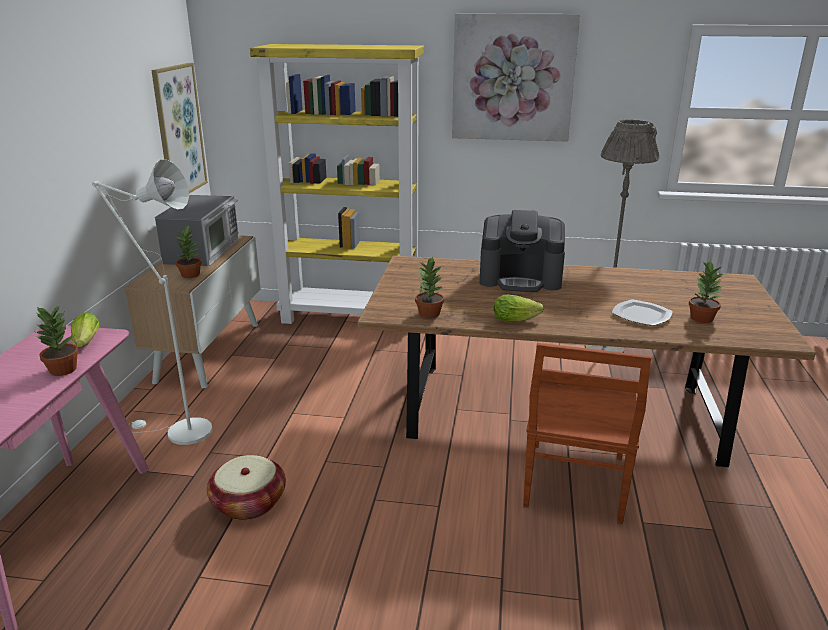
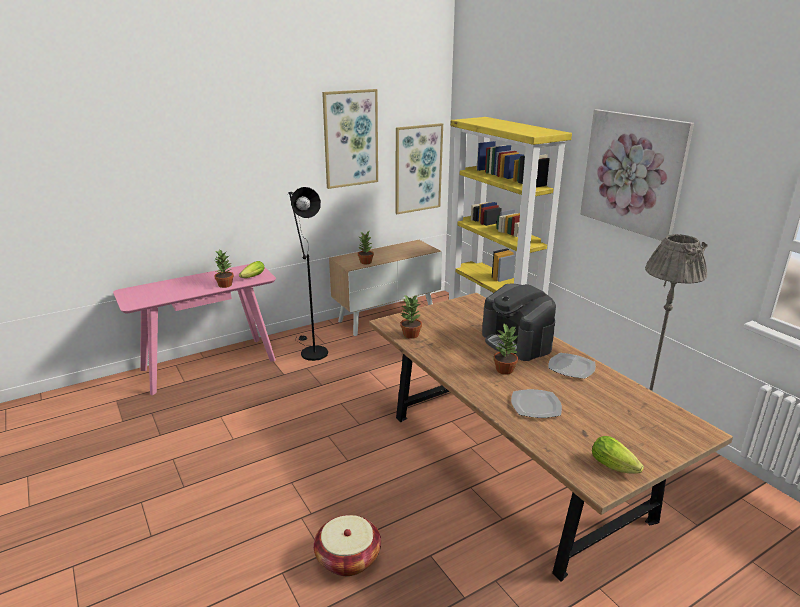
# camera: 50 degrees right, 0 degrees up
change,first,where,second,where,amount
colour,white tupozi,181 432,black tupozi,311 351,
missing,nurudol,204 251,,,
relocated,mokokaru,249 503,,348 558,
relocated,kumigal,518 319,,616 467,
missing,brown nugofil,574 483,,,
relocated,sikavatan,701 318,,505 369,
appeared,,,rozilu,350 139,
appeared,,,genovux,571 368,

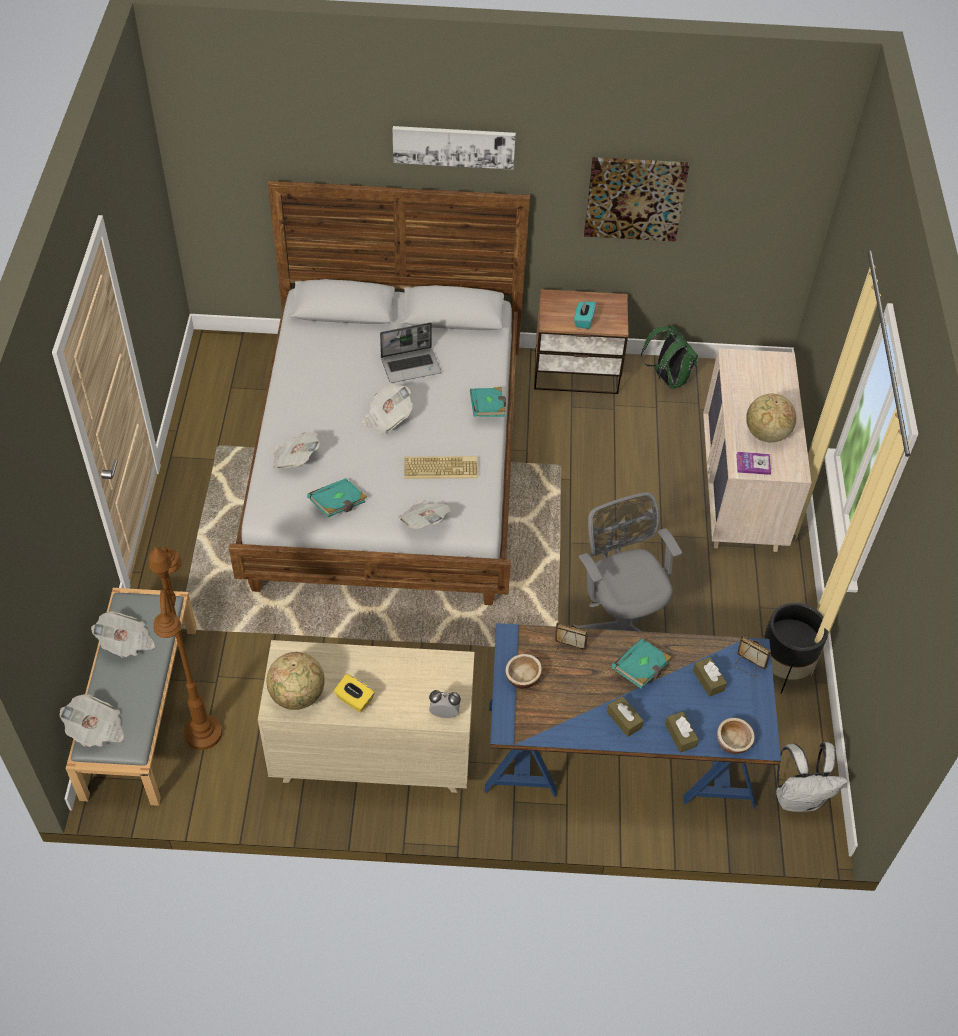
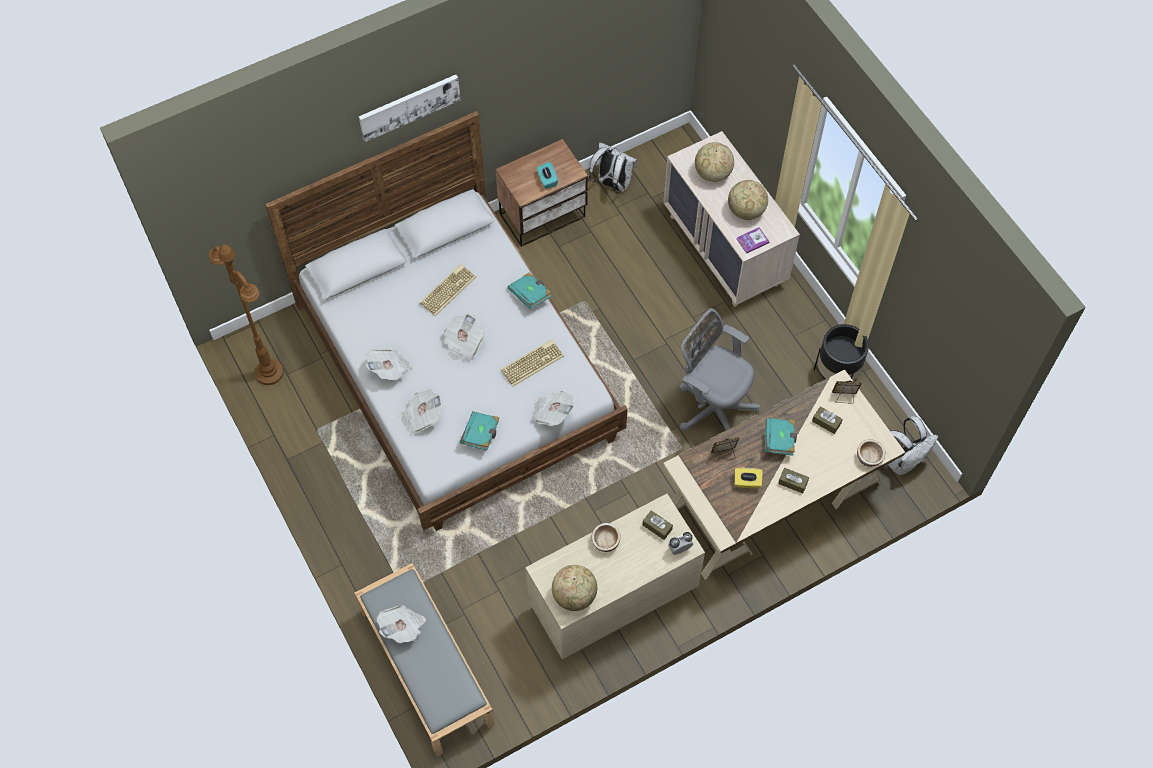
# camera: 30 degrees left, 10 degrees up
change,first,where,second,where,amount
relocated,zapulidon,96 730,,390 369,
relocated,brown tupozi,203 733,,269 373,
relocated,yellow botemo,354 700,,747 482,
exchanged,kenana,411 365,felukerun,447 289,
colour,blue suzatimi,619 755,beige suzatimi,773 500,
relocated,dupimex,523 678,,606 541,
missing,rozilu,635 198,,,
colour,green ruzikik,667 379,white ruzikik,612 184,
relocated,brown botemo,680 735,,657 527,
appeared,,,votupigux,712 173,

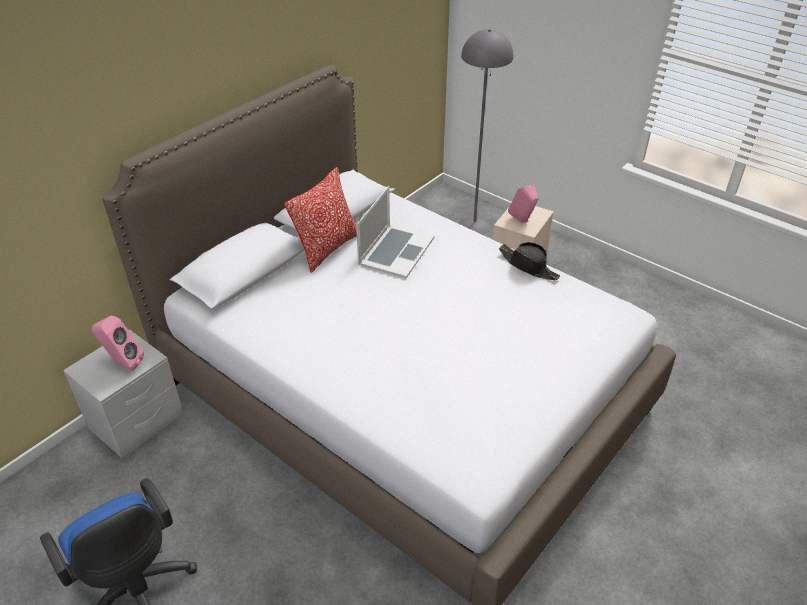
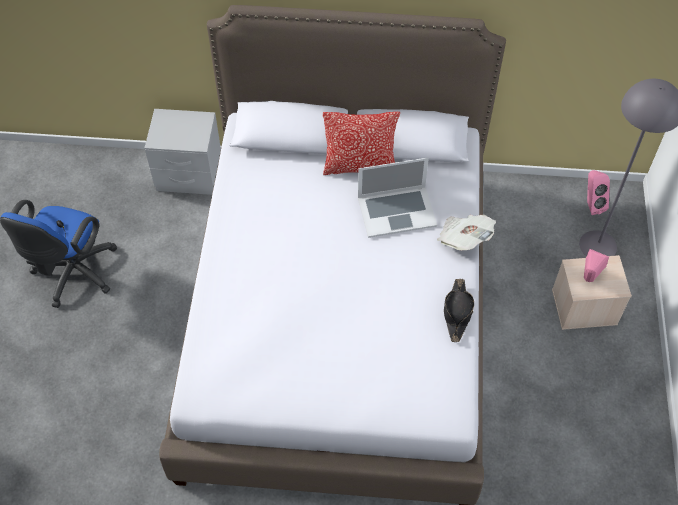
# camera: 55 degrees right, 15 degrees up
change,first,where,second,where,amount
relocated,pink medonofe,123 363,,591 205,
appeared,,,zapulidon,464 239,

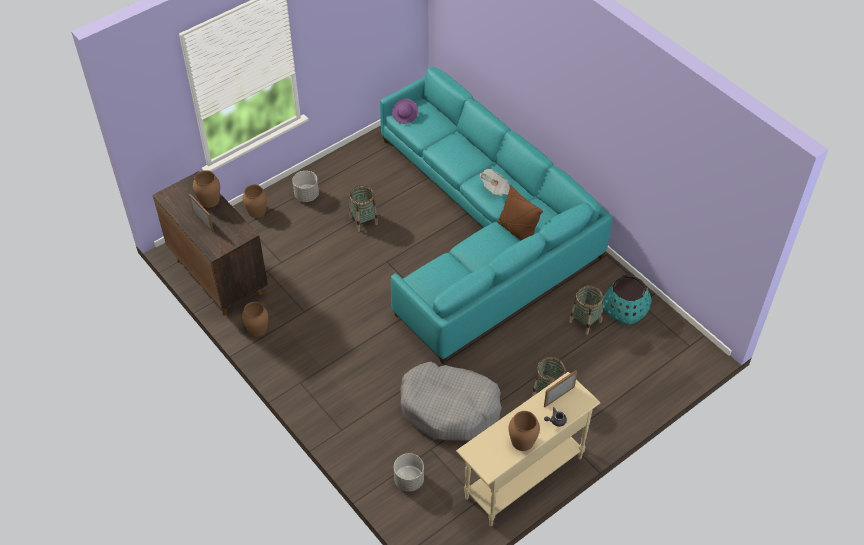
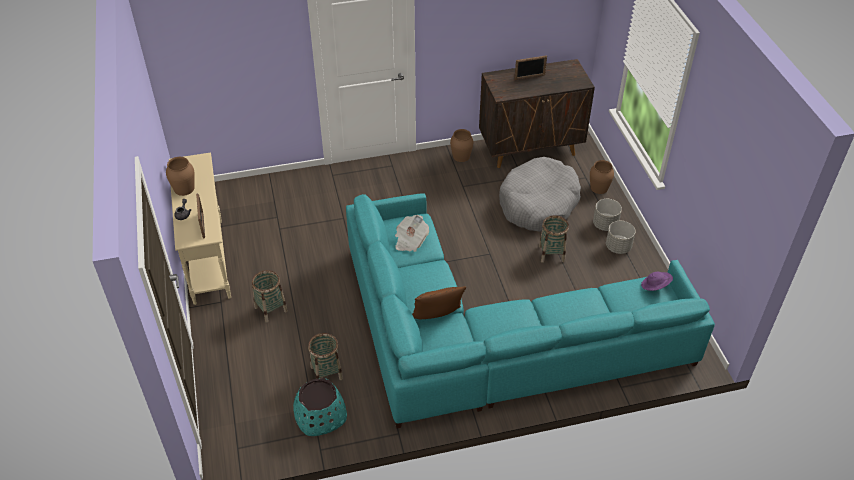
# camera: 115 degrees right, 5 degrees down
change,first,where,second,where,amount
missing,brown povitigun,209 200,,,
relocated,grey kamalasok,409 480,,618 247,
relocated,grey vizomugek,449 408,,538 203,
relocated,zapulidon,496 189,,410 240,

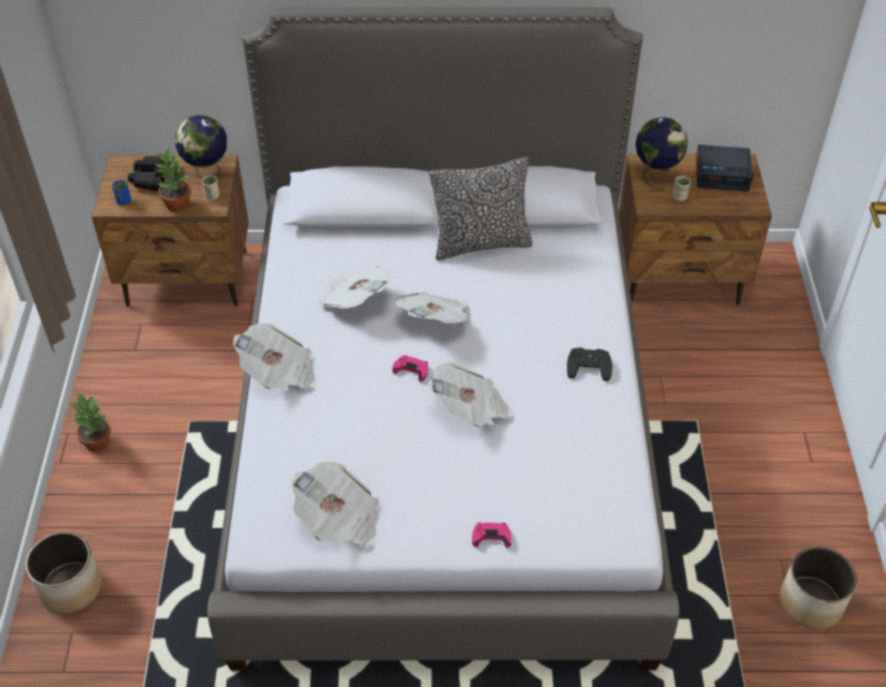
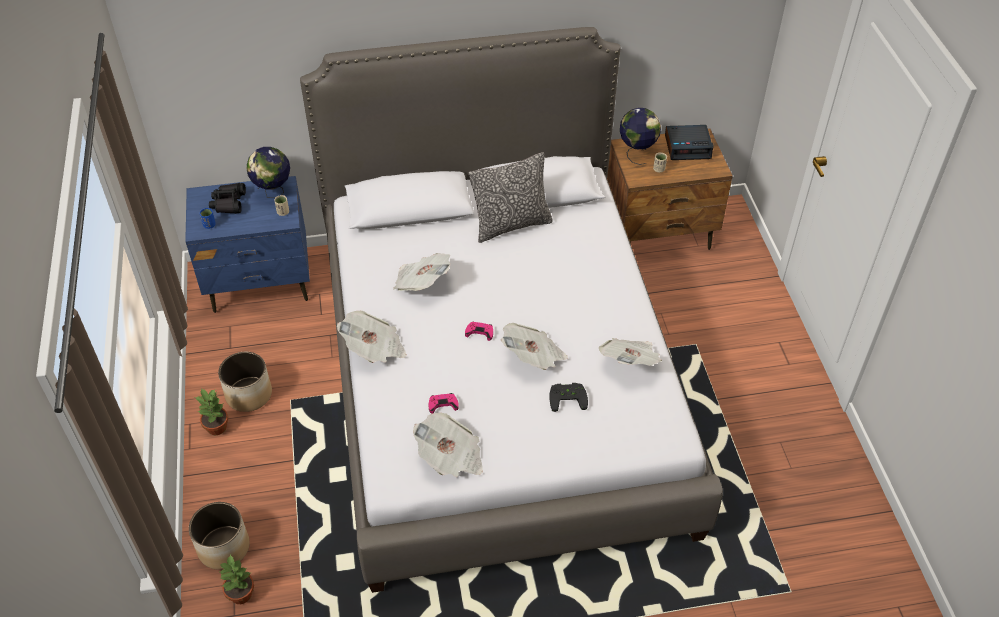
# camera: 10 degrees left, 0 degrees up
change,first,where,second,where,amount
colour,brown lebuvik,188 278,blue lebuvik,260 283,
relocated,sikavatan,177 203,,240 593,
relocated,zapulidon,435 321,,630 362,
relocated,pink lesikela,491 536,,443 404,
relocated,black lesikela,589 364,,567 397,
relocated,kamalasok,811 603,,249 395,

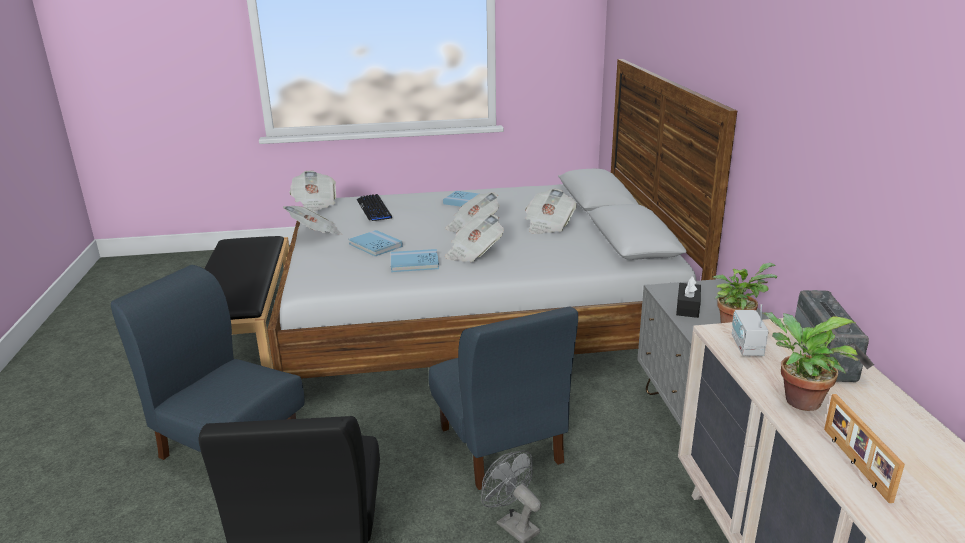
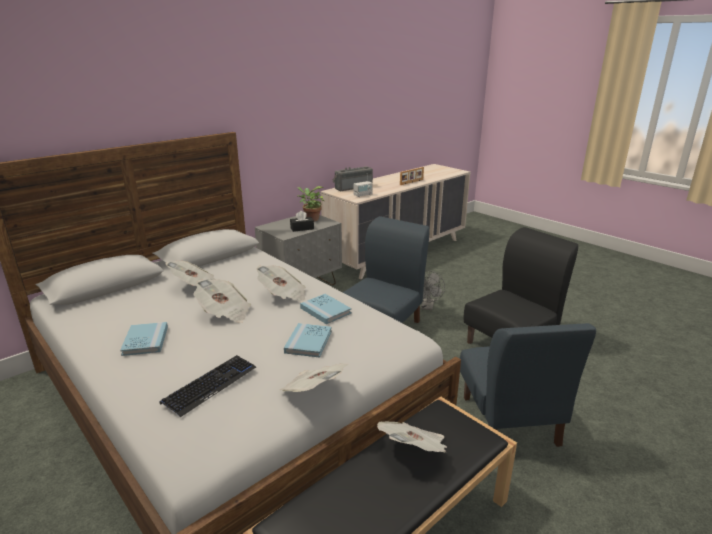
# camera: 125 degrees left, 0 degrees up
change,first,where,second,where,amount
relocated,zapulidon,314 204,,414 450,
missing,sikavatan,797 401,,,

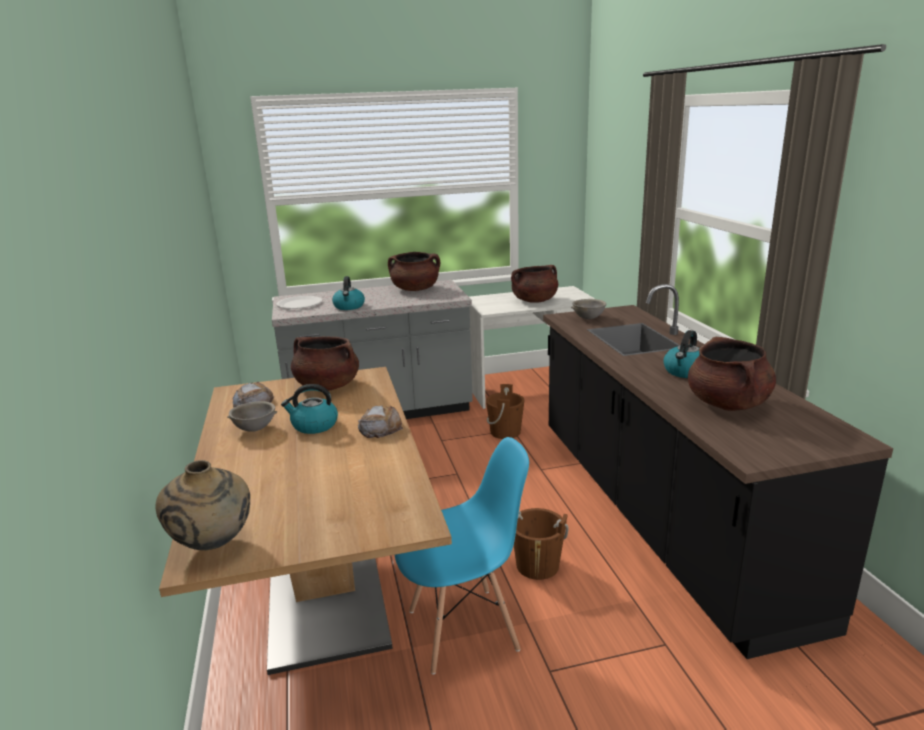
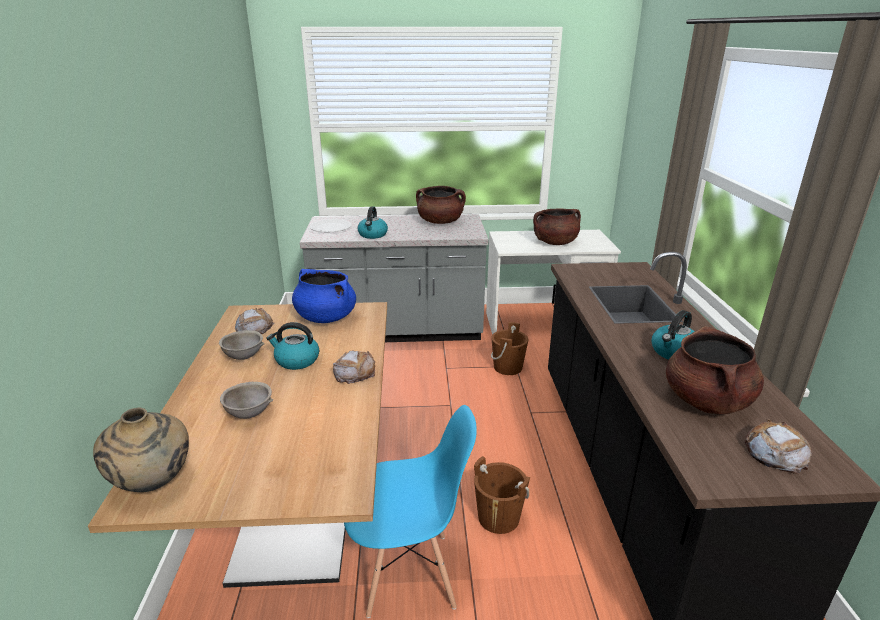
# camera: 10 degrees right, 5 degrees up
change,first,where,second,where,amount
colour,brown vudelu,327 386,blue vudelu,325 317,
relocated,grey dupimex,588 318,,249 413,
appeared,,,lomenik,775 452,

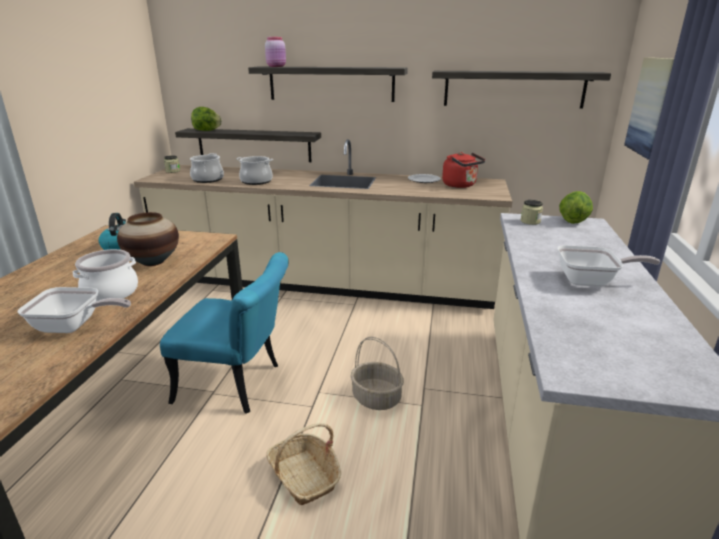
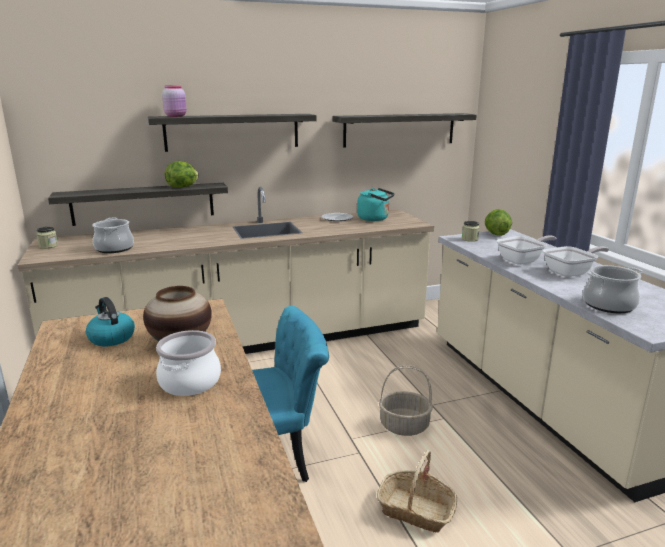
# camera: 30 degrees left, 5 degrees down
change,first,where,second,where,amount
relocated,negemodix,74 326,,523 260,
relocated,kumigal,207 130,,183 187,
relocated,vudelu,256 181,,608 305,
colour,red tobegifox,461 185,turquoise tobegifox,375 219,
missing,rozilu,652 106,,,

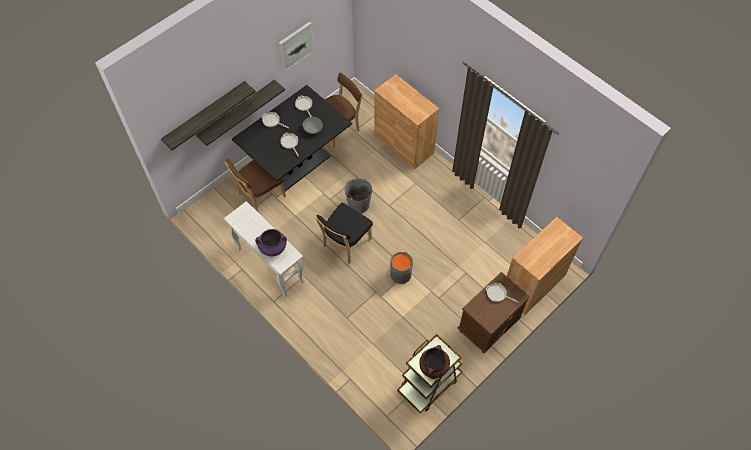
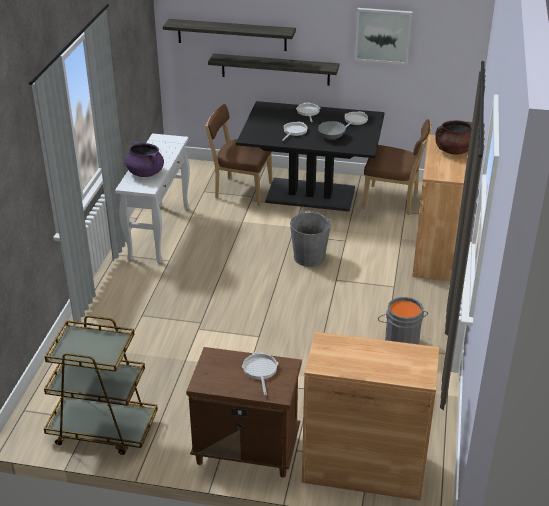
# camera: 55 degrees right, 25 degrees down
change,first,where,second,where,amount
missing,black nugofil,345 244,,,
relocated,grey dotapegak,399 274,,401 341,
relocated,brown vudelu,434 366,,453 151,

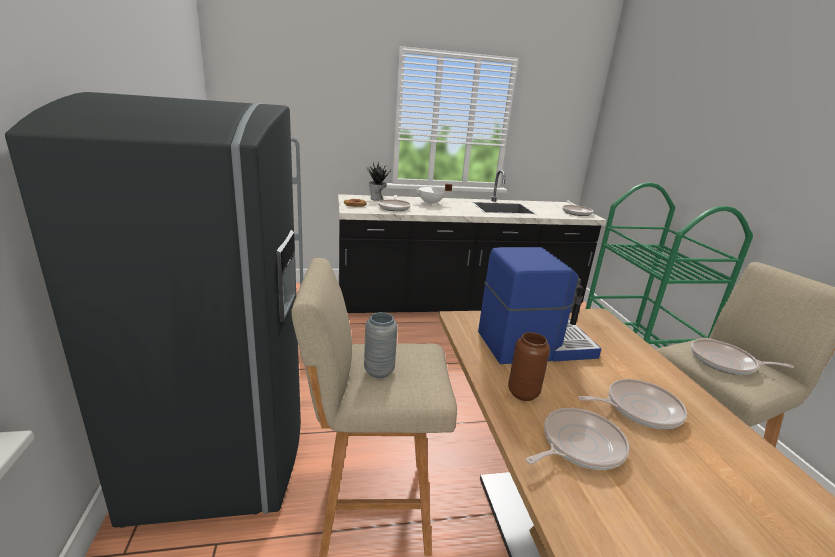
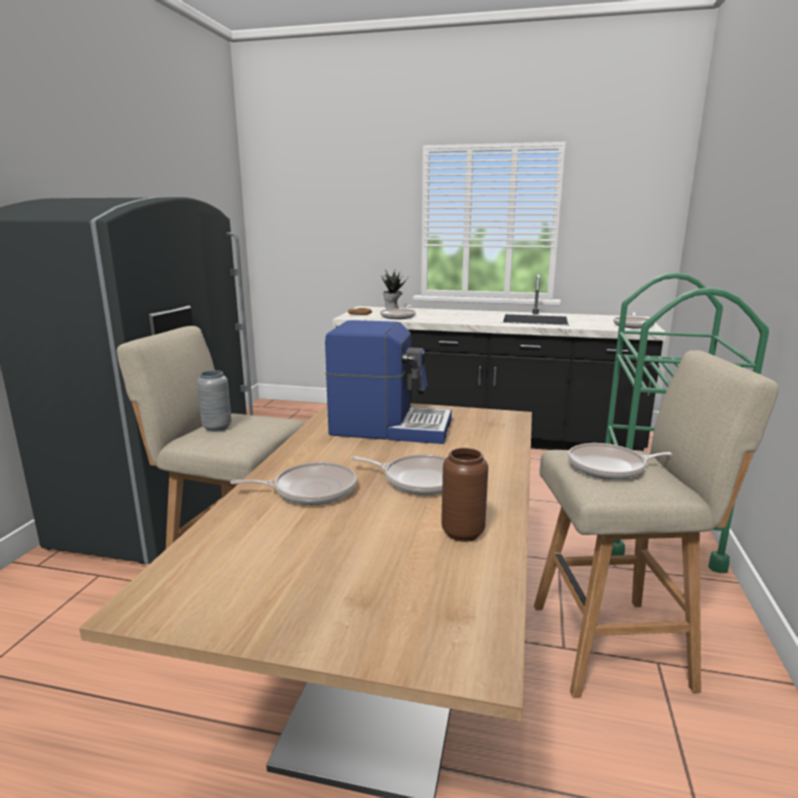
# camera: 25 degrees right, 5 degrees down
change,first,where,second,where,amount
missing,white vudelu,431 203,,,
relocated,brown povitigun,523 393,,462 533,
spun,negemodix,725 362,,610 467,45 degrees counterclockwise

